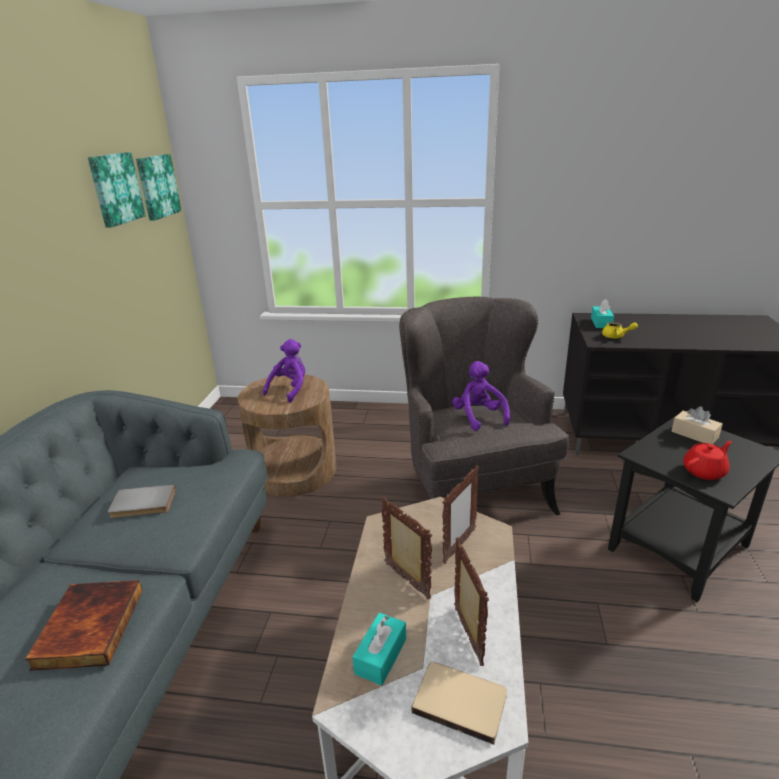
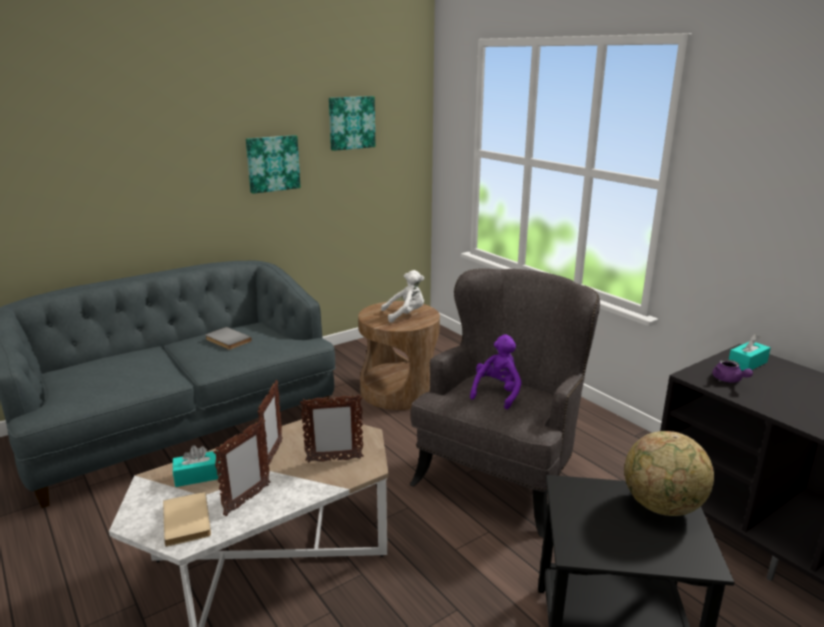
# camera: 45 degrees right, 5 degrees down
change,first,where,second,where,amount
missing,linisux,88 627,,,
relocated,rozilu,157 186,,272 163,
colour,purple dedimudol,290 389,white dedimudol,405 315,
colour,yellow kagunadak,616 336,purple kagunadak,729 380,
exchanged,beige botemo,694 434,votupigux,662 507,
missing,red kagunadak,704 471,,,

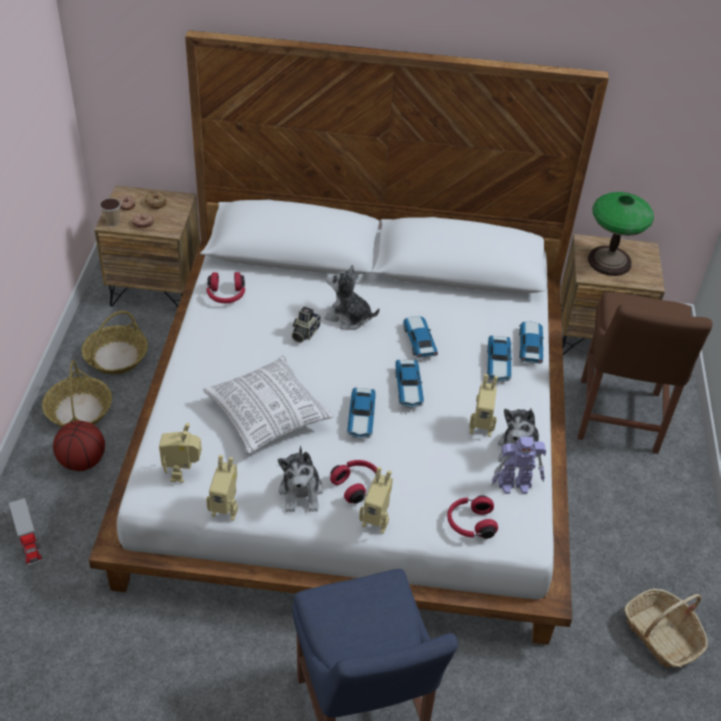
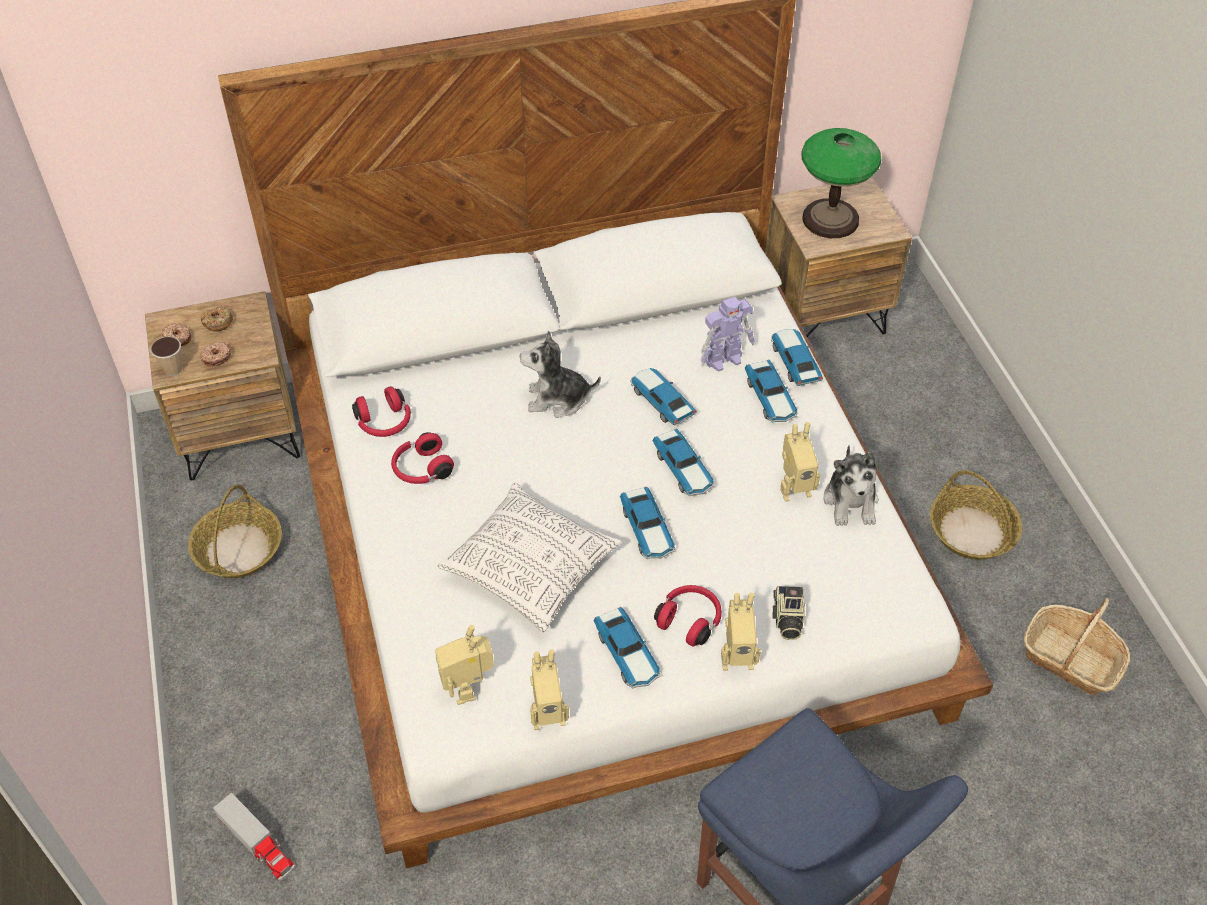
# camera: 20 degrees left, 5 degrees up
change,first,where,second,where,amount
relocated,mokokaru,79 410,,972 532,
missing,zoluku,82 461,,,
exchanged,dedimudol,301 492,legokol,627 654,
relocated,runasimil,304 333,,787 619,
relocated,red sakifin,470 524,,421 469,
relocated,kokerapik,515 484,,724 359,
missing,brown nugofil,617 419,,,

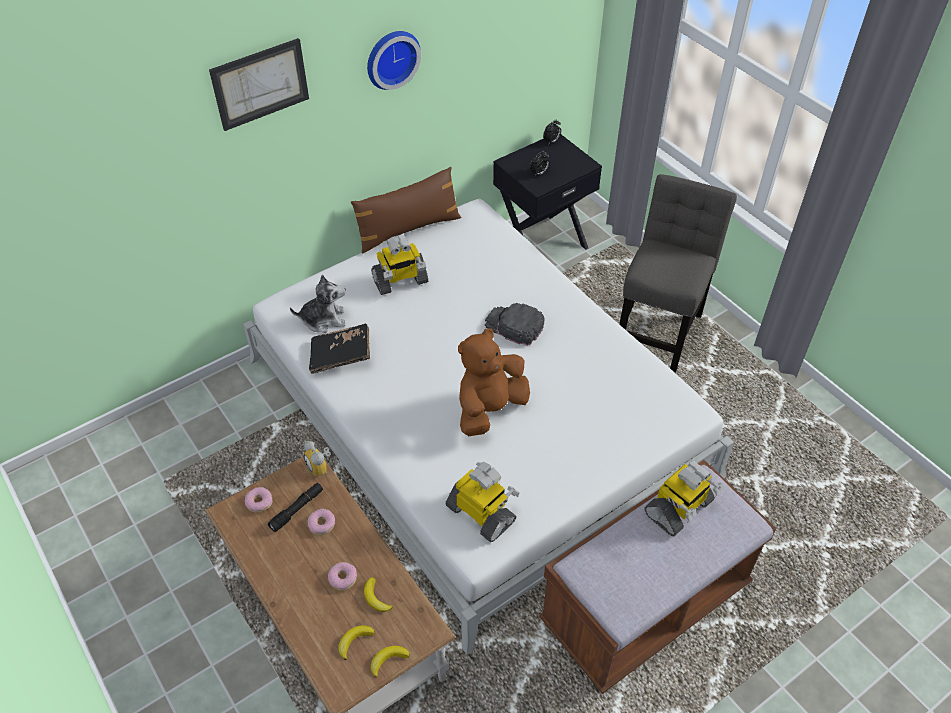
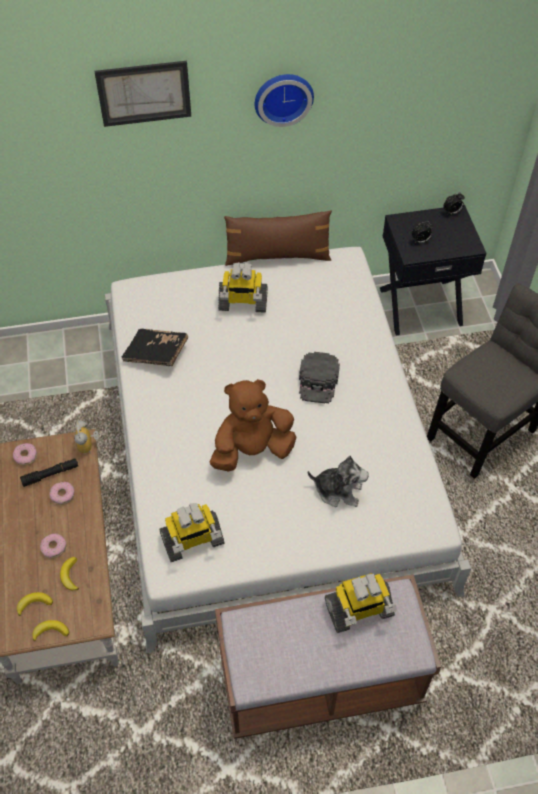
# camera: 25 degrees right, 5 degrees up
change,first,where,second,where,amount
relocated,dedimudol,323 319,,338 490,
spun,kokerapik,482 514,,192 541,90 degrees clockwise
spun,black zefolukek,514 326,,318 381,135 degrees counterclockwise

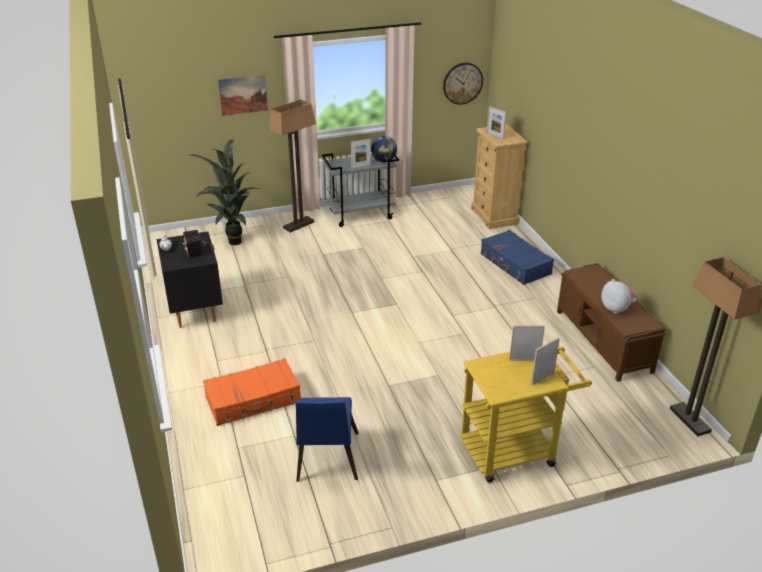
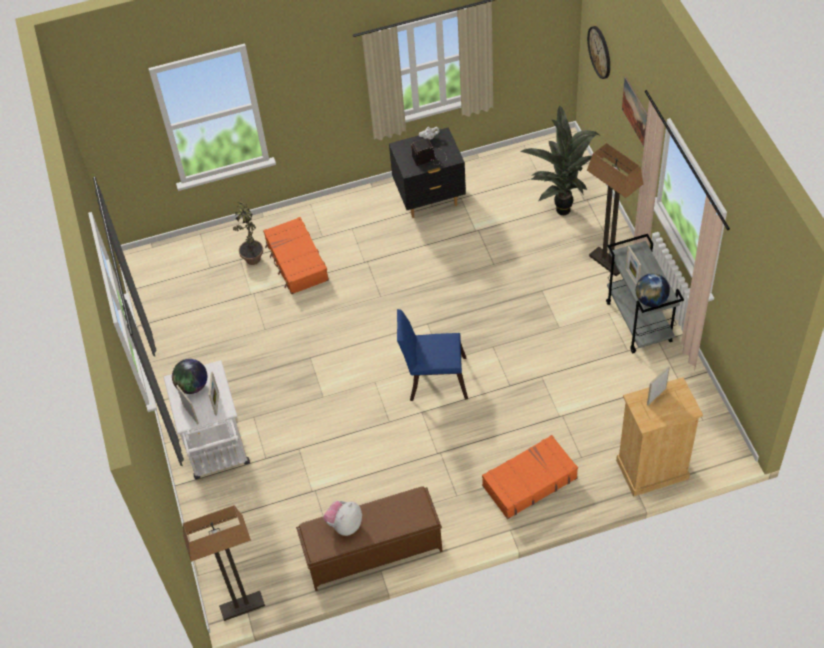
# camera: 95 degrees right, 20 degrees up
change,first,where,second,where,amount
relocated,blue nugofil,326 460,,433 378,
relocated,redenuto,462 83,,600 52,
colour,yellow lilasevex,515 450,white lilasevex,217 452,
colour,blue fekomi,515 264,orange fekomi,529 481,
spun,dedimudol,617 309,,345 525,150 degrees clockwise
appeared,,,votupigux,193 386,
appeared,,,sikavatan,252 255,

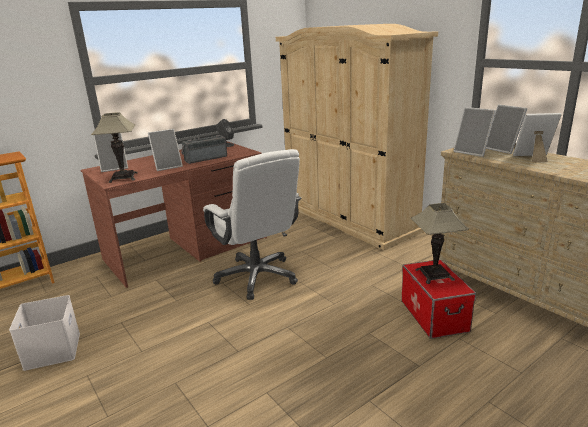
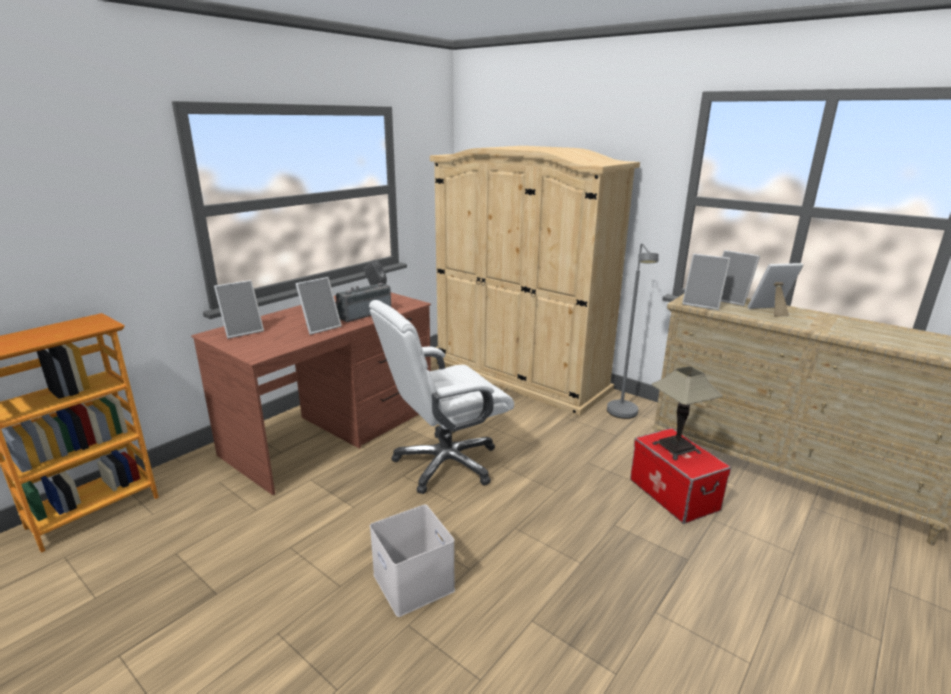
# camera: 15 degrees left, 0 degrees up
change,first,where,second,where,amount
relocated,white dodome,51 350,,411 582,
missing,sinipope,123 177,,,
spun,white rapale,257 277,,445 463,105 degrees clockwise
appeared,,,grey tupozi,623 415,

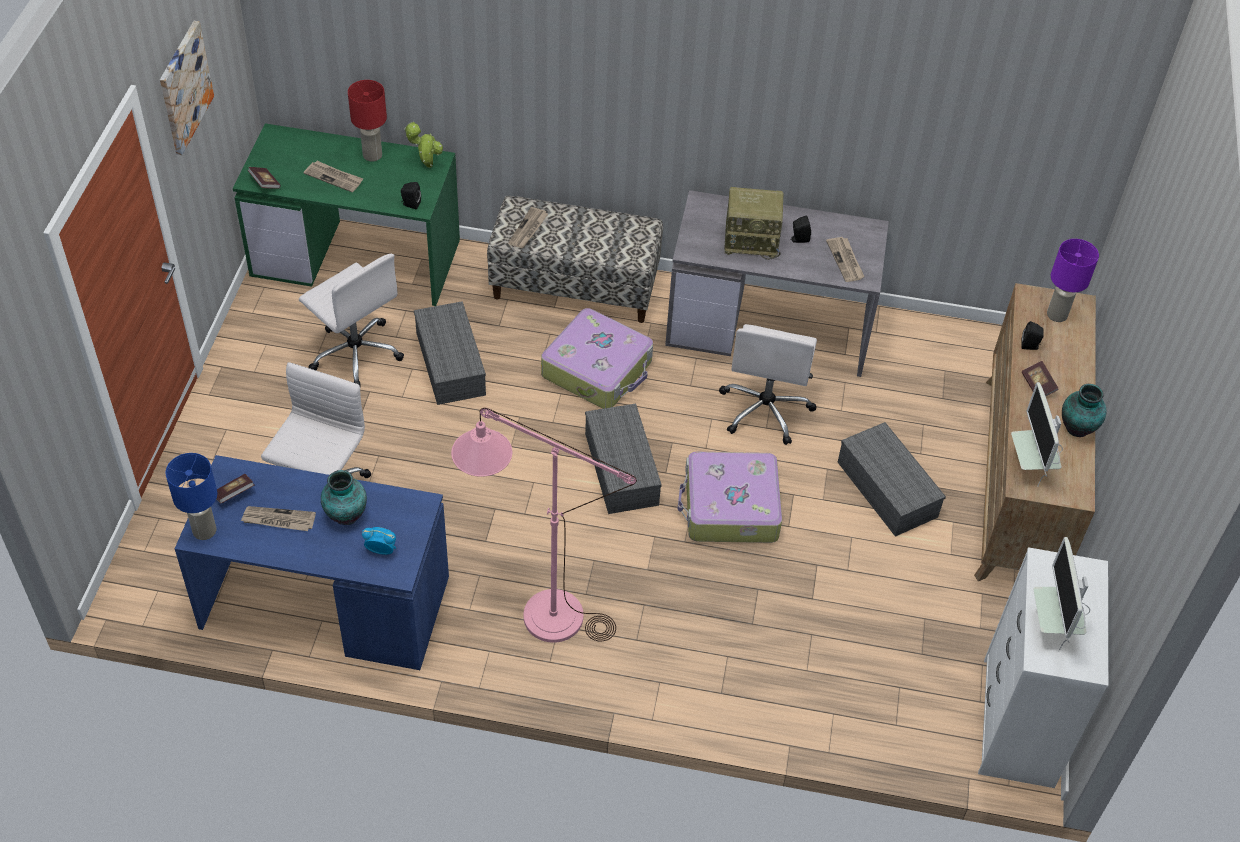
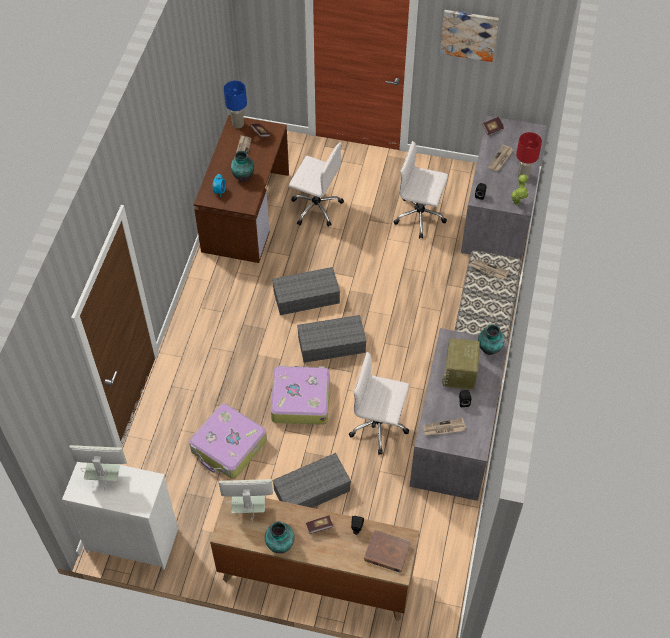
# camera: 95 degrees right, 5 degrees up
change,first,where,second,where,amount
colour,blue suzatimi,323 603,brown suzatimi,245 211,
colour,green suzatimi,357 257,grey suzatimi,500 214,
spun,white rapale,355 353,,420 216,60 degrees clockwise
relocated,grey dodome,452 364,,305 298,
missing,pink tupozi,536 612,,,
relocated,fekomi,598 369,,228 447,
exchanged,purple sinipope,1056 315,brown linisux,387 552,
appeared,,,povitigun,489 349,

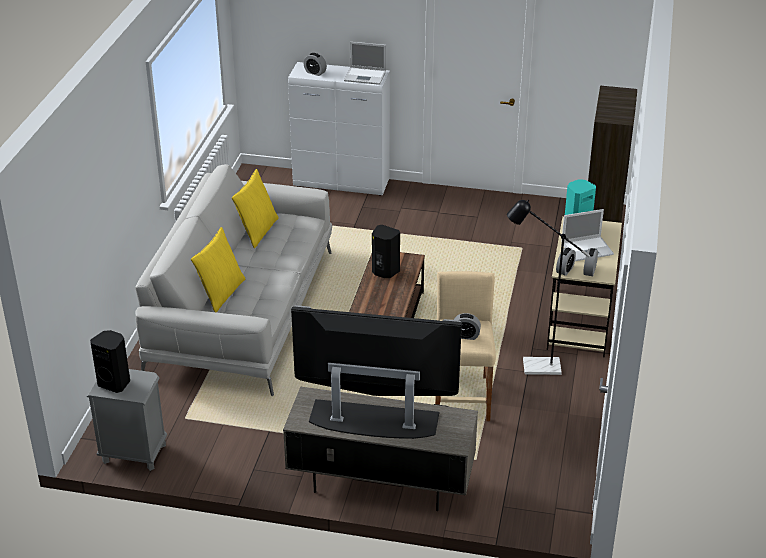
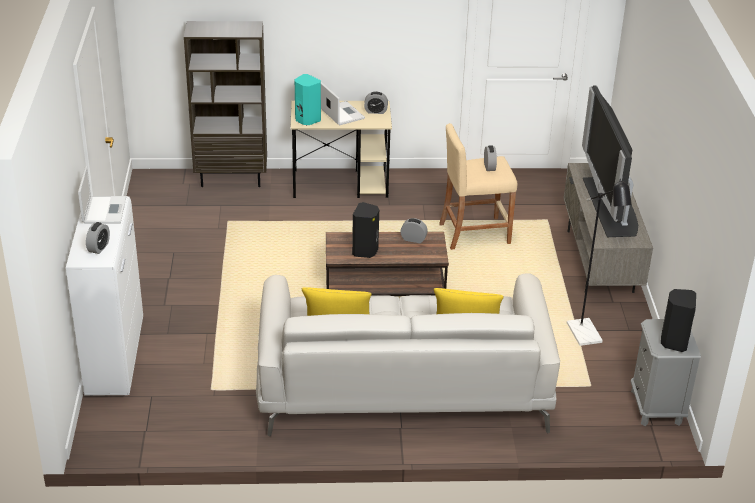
# camera: 105 degrees left, 0 degrees up
change,first,where,second,where,amount
relocated,black tupozi,534 367,,587 337,
relocated,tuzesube,565 270,,413 239,

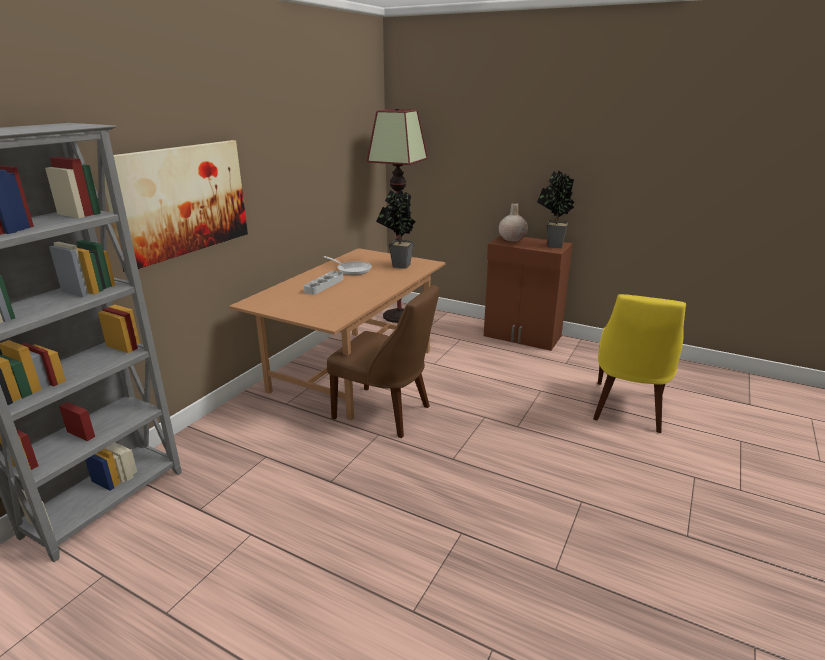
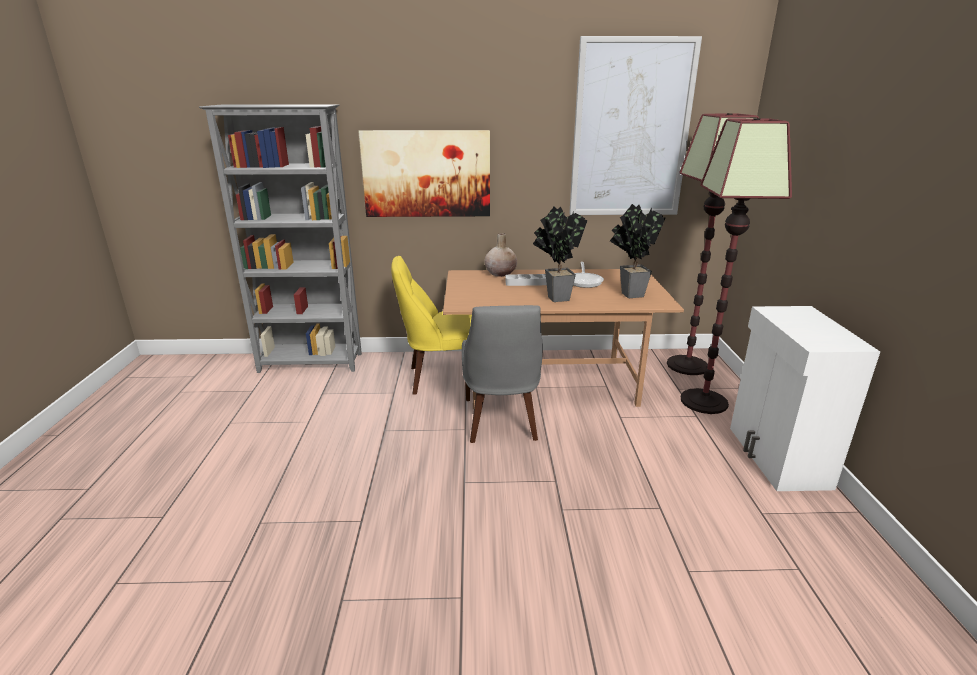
# camera: 60 degrees right, 0 degrees up
change,first,where,second,where,amount
colour,brown nugofil,386 413,grey nugofil,500 421,
colour,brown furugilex,522 336,white furugilex,776 457,
relocated,beige povitigun,512 239,,501 273,
relocated,sikavatan,553 246,,554 298,
relocated,yellow nugofil,627 408,,442 378,
appeared,,,rozilu,630 130,
appeared,,,tupozi,704 402,

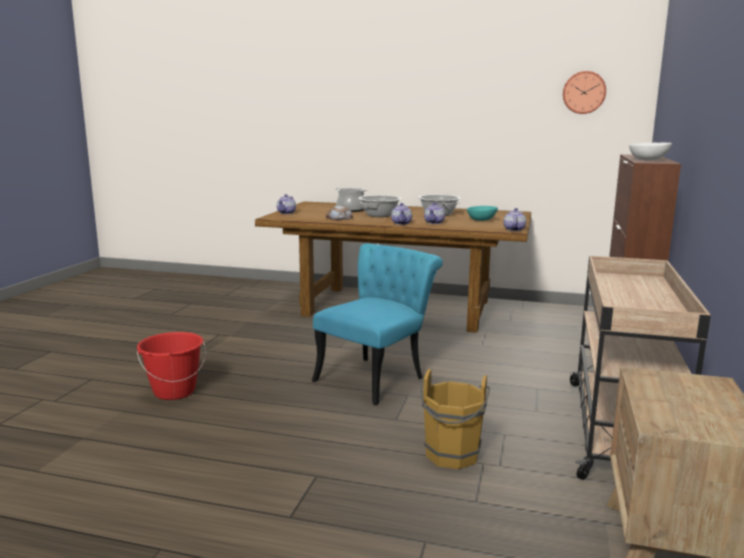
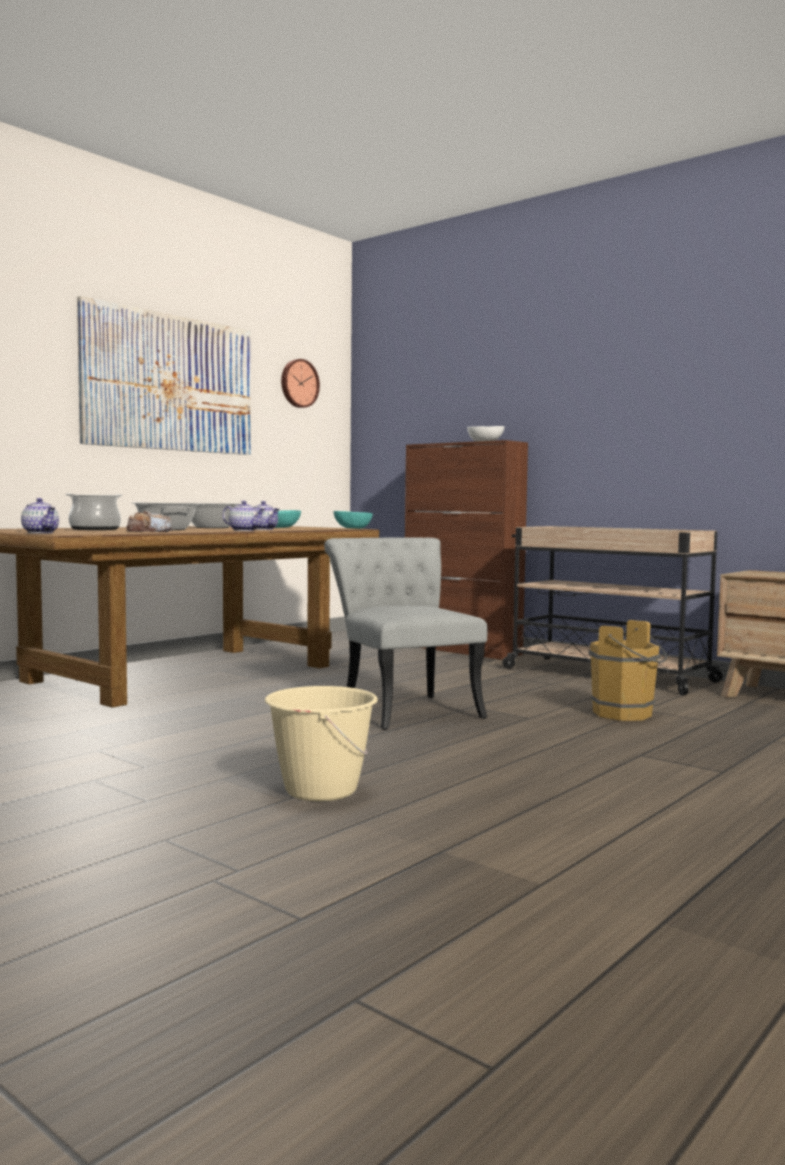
# camera: 65 degrees left, 10 degrees down
change,first,where,second,where,amount
colour,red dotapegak,174 391,beige dotapegak,320 790,
colour,turquoise nugofil,376 376,grey nugofil,403 708,
exchanged,kagunadak,513 229,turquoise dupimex,352 528,
appeared,,,rozilu,169 383,

